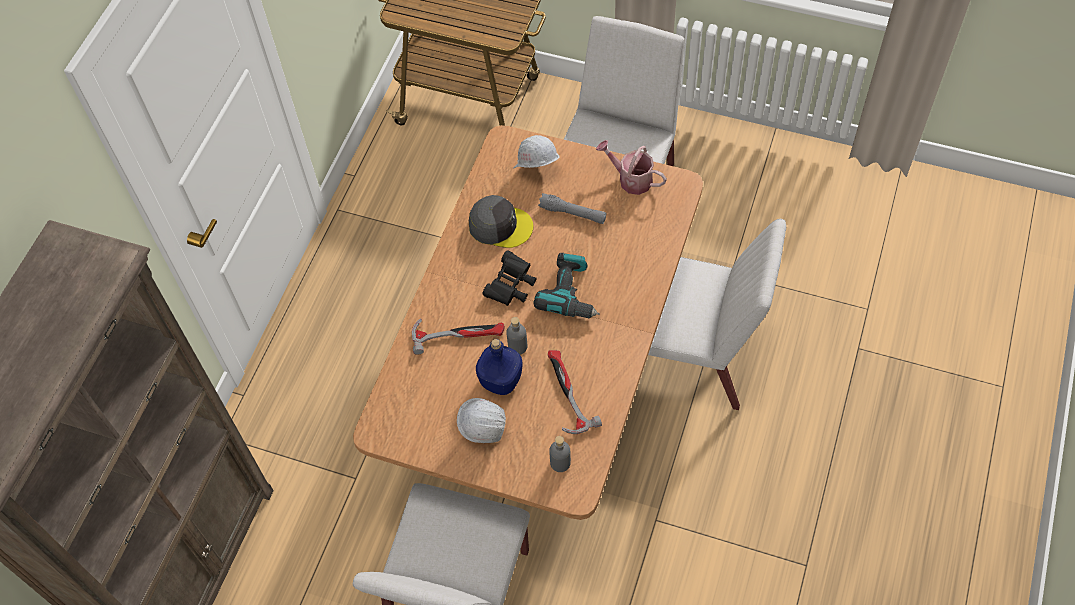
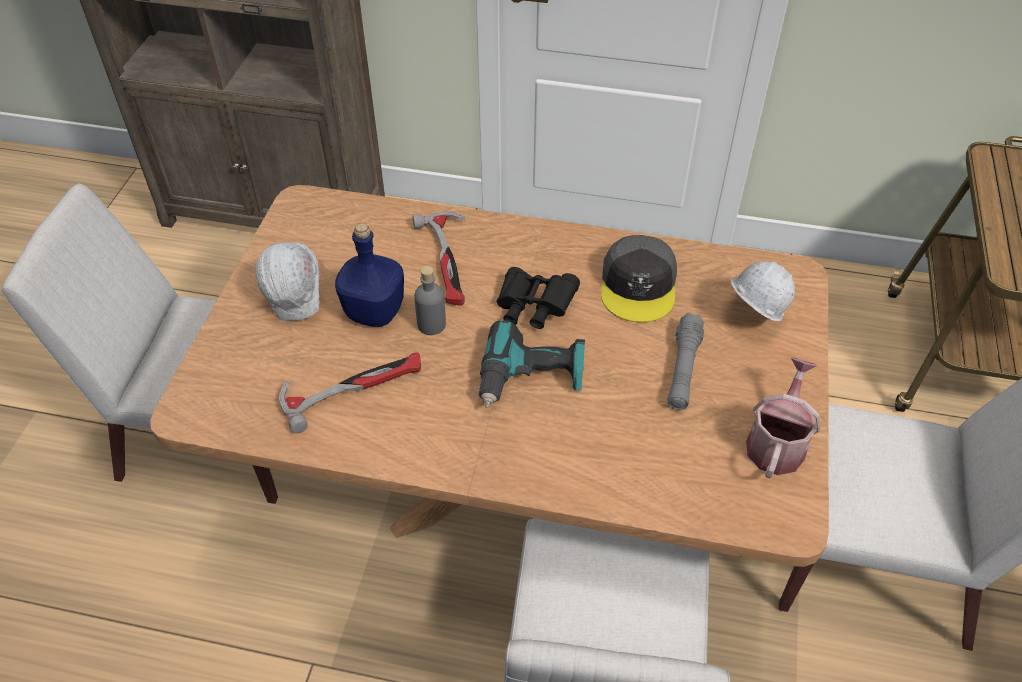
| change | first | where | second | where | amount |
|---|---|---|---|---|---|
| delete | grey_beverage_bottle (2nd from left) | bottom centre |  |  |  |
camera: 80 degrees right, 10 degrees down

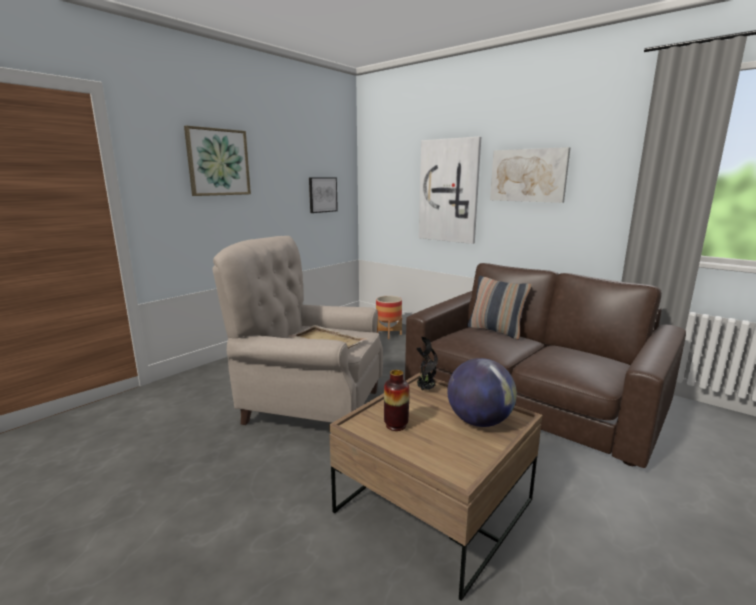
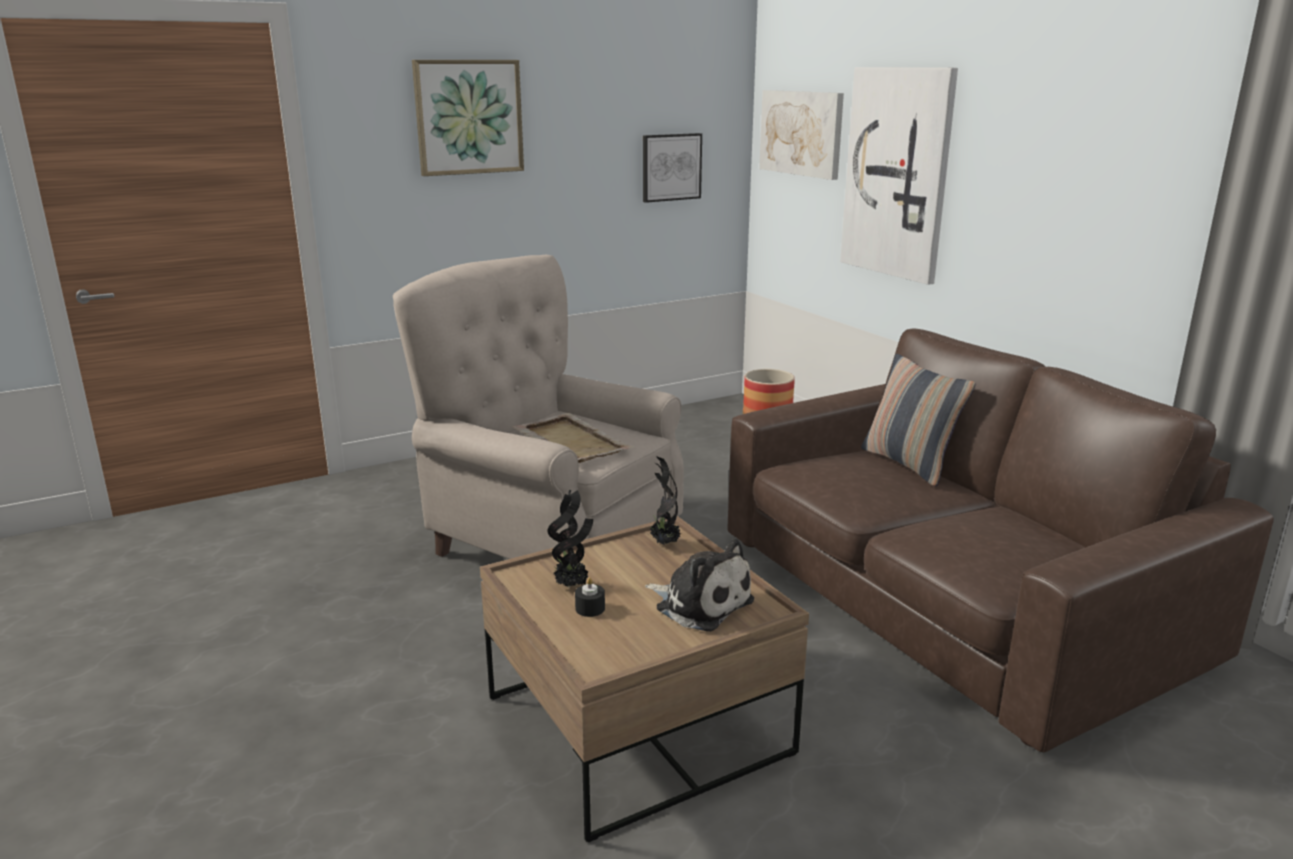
| change | first | where | second | where | amount |
|---|---|---|---|---|---|
| insert |  |  | black_wax_light | bottom centre |  |
| move | picture (4th from left in the first image) | top right | picture (3rd from left) | top centre |  |
| replace | vase | centre | potted_plant (1st from left) | centre |  |
| replace | globe | centre | plush_toy | bottom centre |  |
camera: 20 degrees right, 5 degrees up

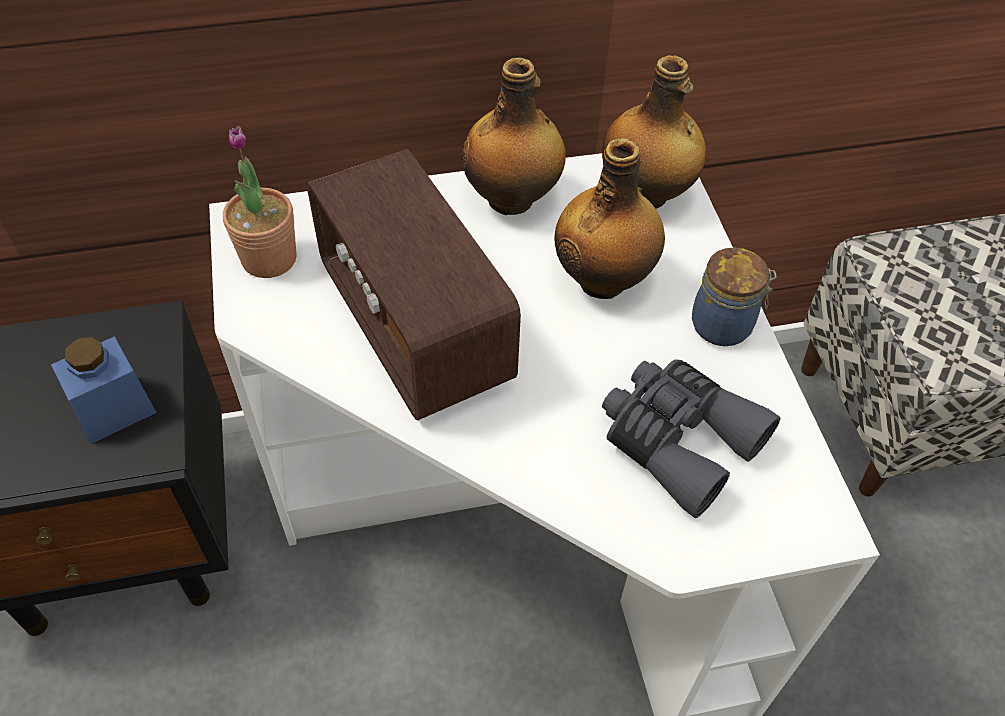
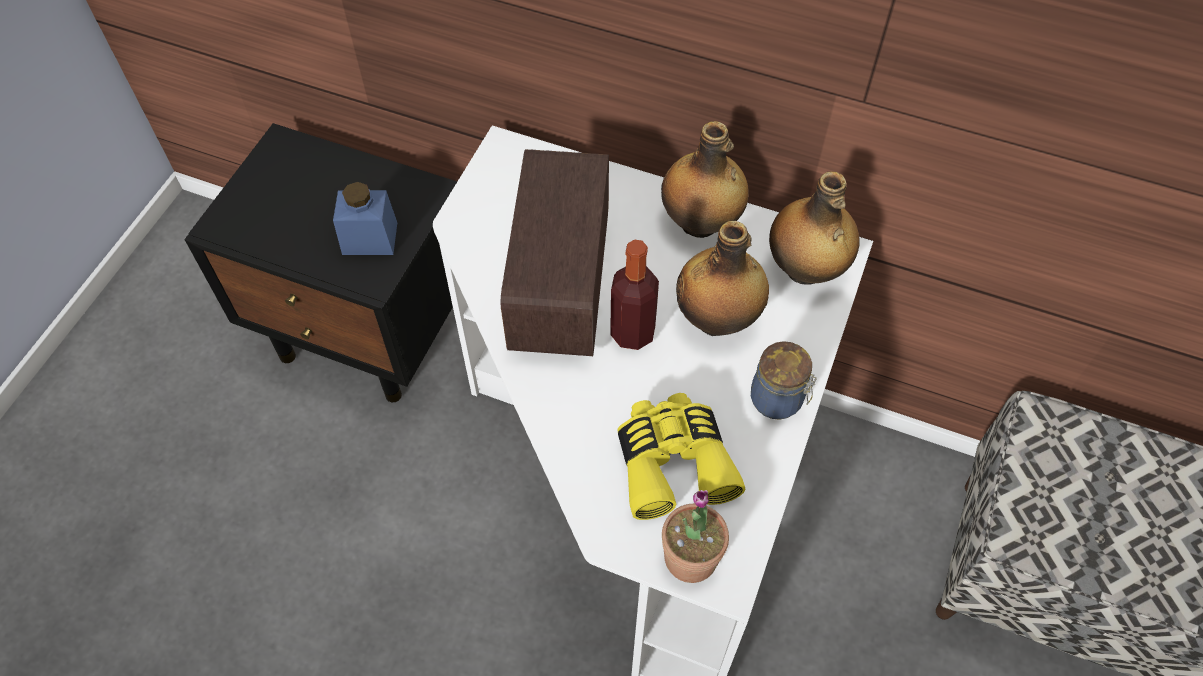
| change | first | where | second | where | amount |
|---|---|---|---|---|---|
| insert |  |  | beverage_bottle (1st from left) | centre |  |
| move | potted_plant | top left |  | bottom centre |  |
| recolor | grey_field_glasses | middle right | yellow_field_glasses | bottom centre |  |
camera: 35 degrees right, 5 degrees up

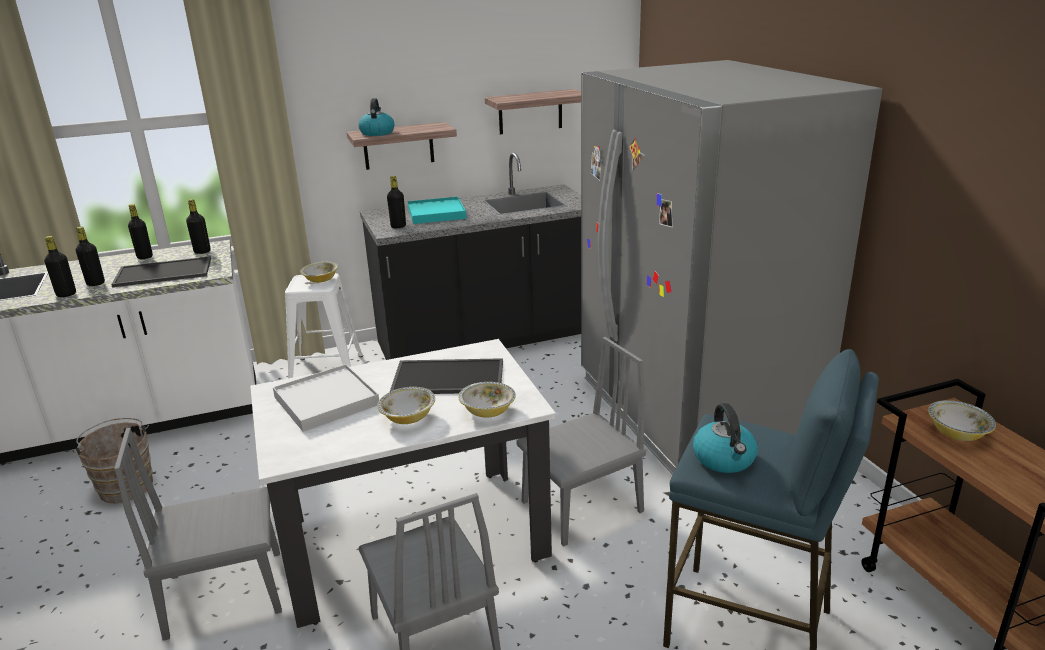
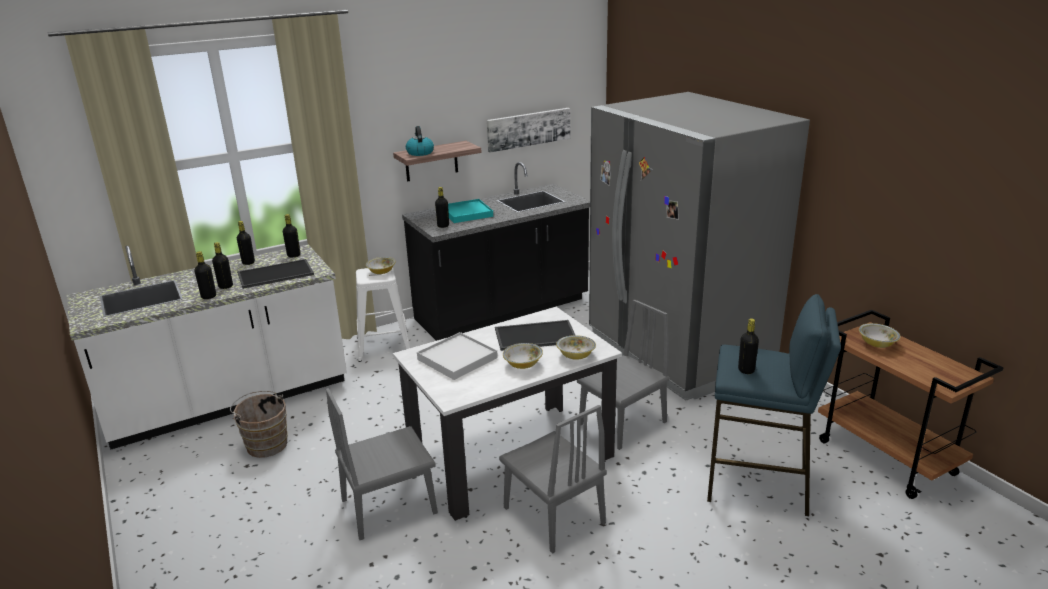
| change | first | where | second | where | amount |
|---|---|---|---|---|---|
| replace | bracket_shelf (2nd from left) | top centre | picture | top centre |  |
| replace | kettle (2nd from left) | bottom right | black_beverage_bottle (6th from left) | middle right |  |
camera: 10 degrees left, 0 degrees up

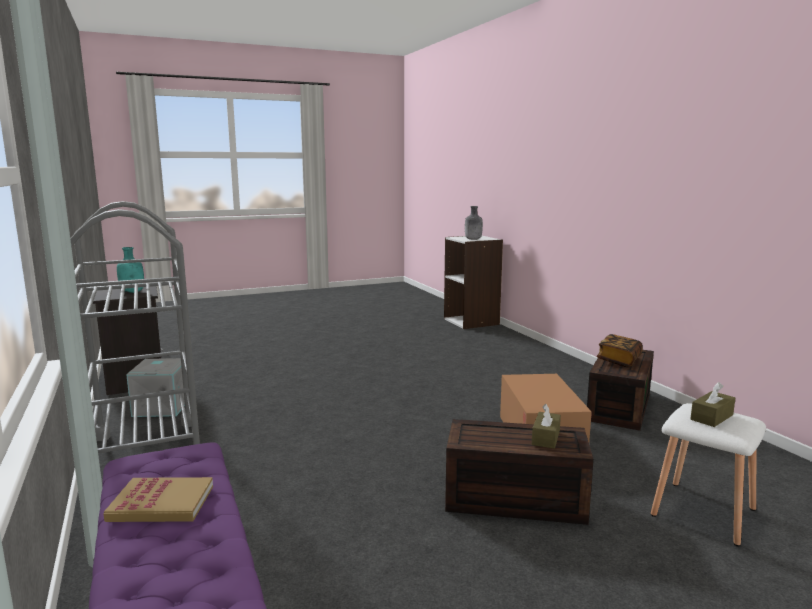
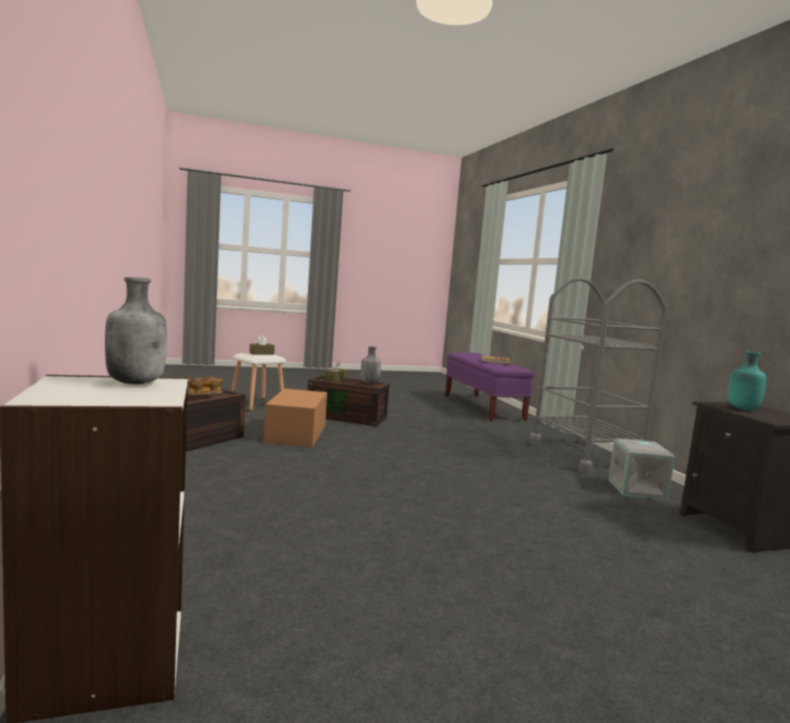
| change | first | where | second | where | amount |
|---|---|---|---|---|---|
| insert |  |  | grey_beverage_bottle (2nd from left) | centre |  |
camera: 175 degrees left, 5 degrees down

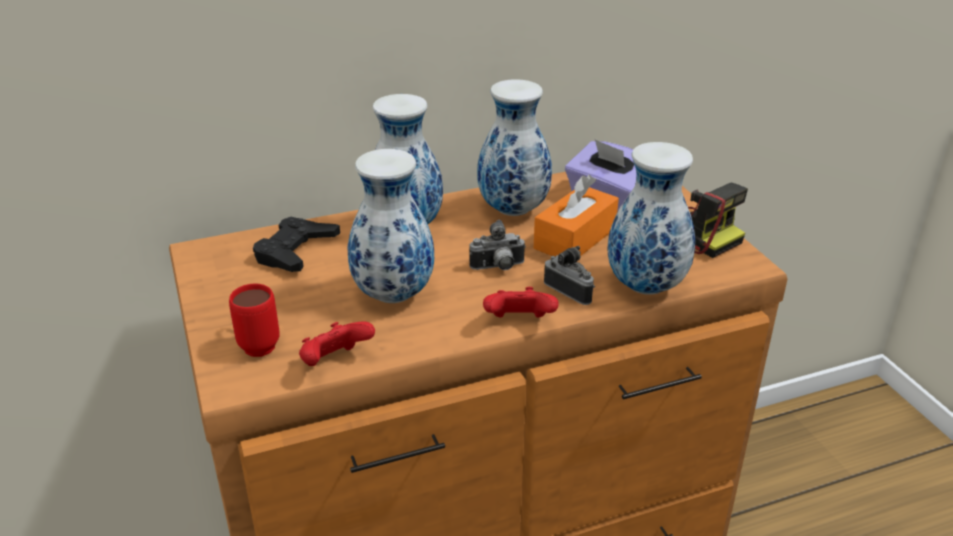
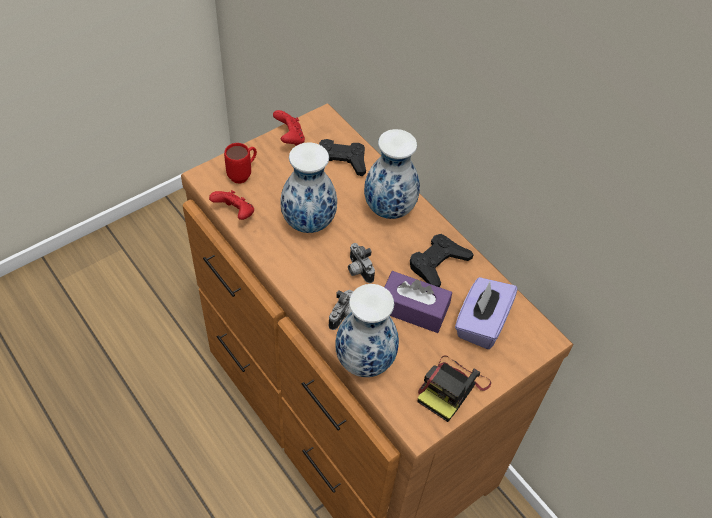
| change | first | where | second | where | amount |
|---|---|---|---|---|---|
| move | reddish_joypad (2nd from left) | centre |  | top centre |  |
| replace | vase (3rd from left) | top centre | black_joypad (2nd from left) | centre |  |
| recolor | orangey_tissue_box | centre | purple-coloured_tissue_box (1st from left) | centre |  |
camera: 70 degrees right, 20 degrees up

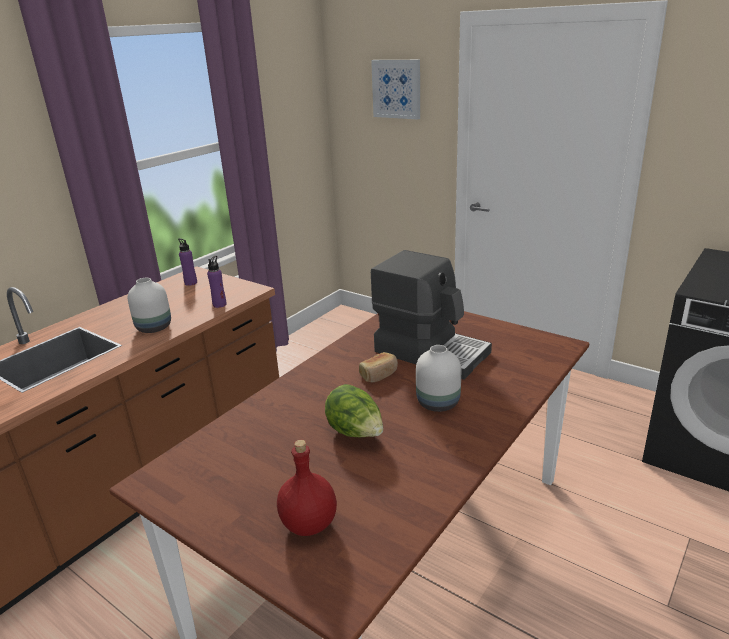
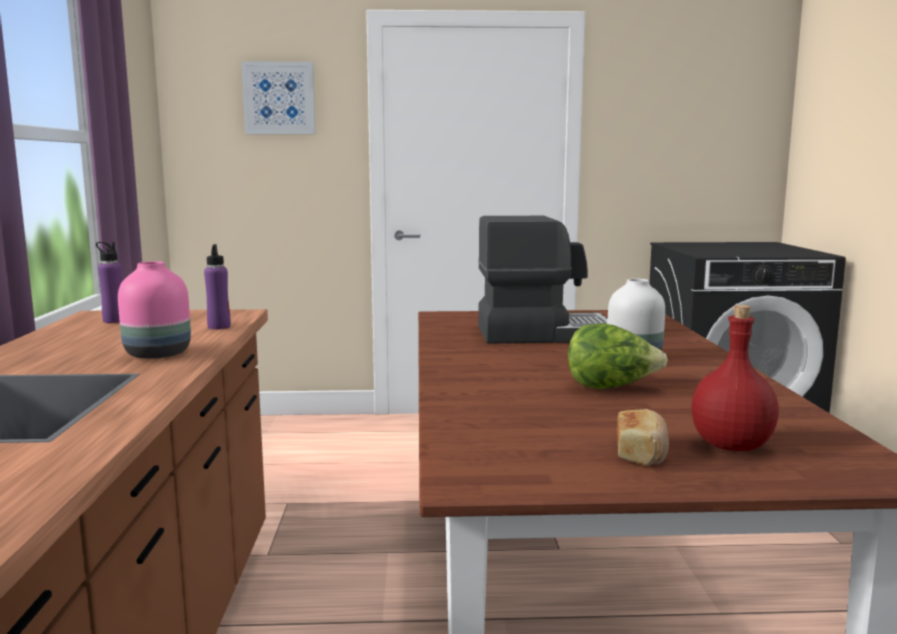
| change | first | where | second | where | amount |
|---|---|---|---|---|---|
| move | bread | centre |  | bottom right |  |
| recolor | white-coloured_vase (1st from left) | middle left | pinkish_vase | middle left |  |
camera: 40 degrees left, 15 degrees down

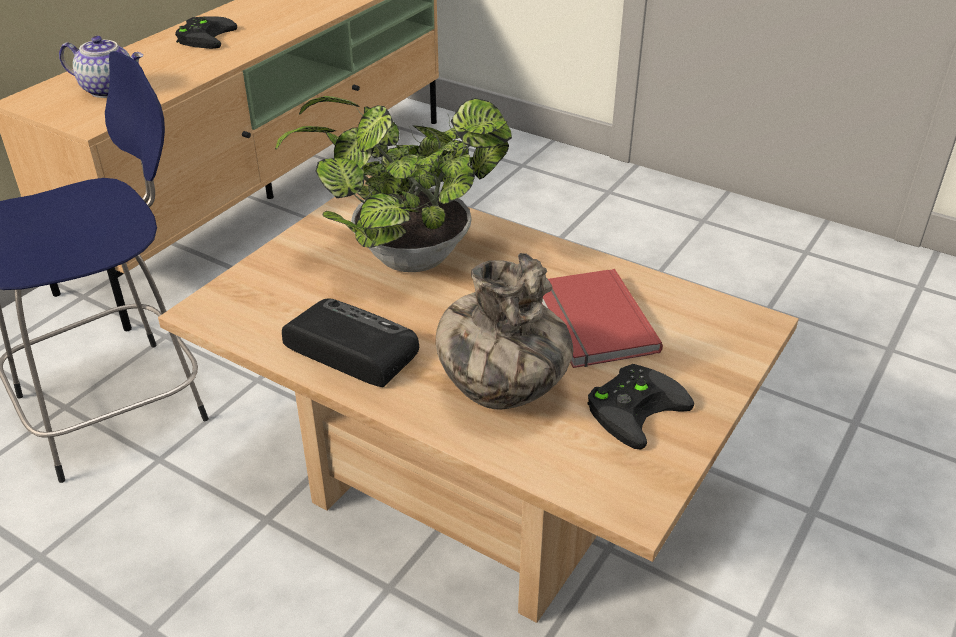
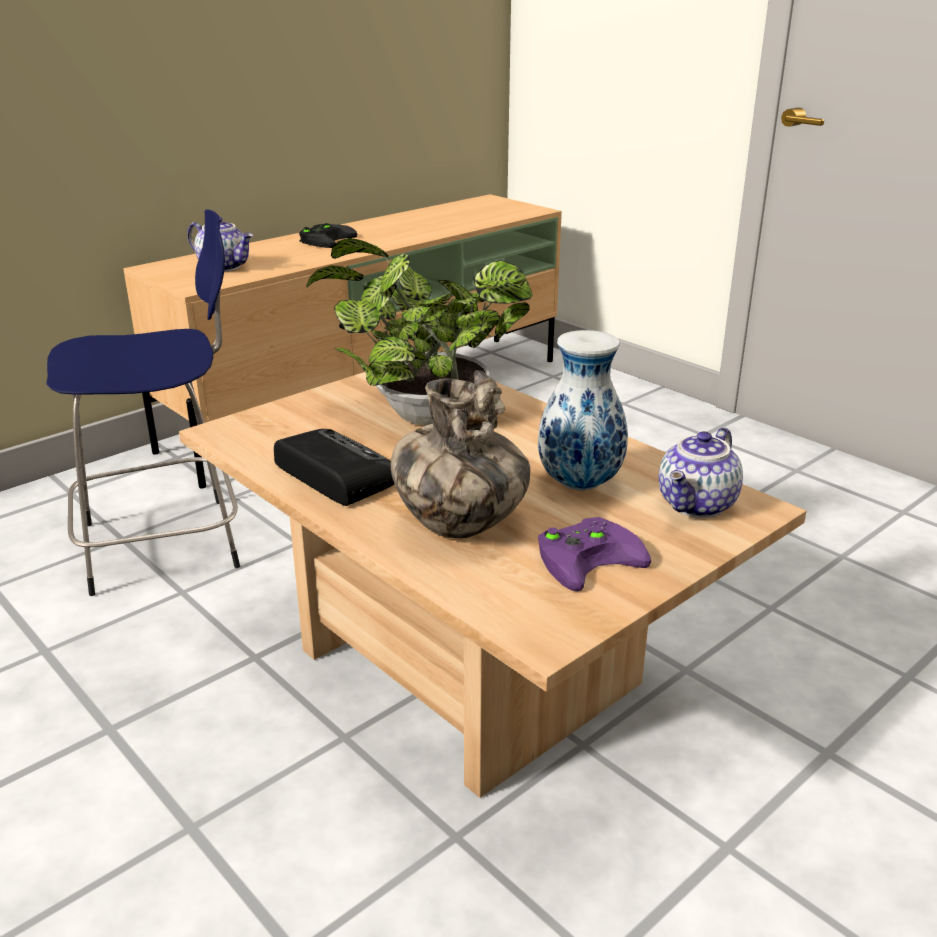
| change | first | where | second | where | amount |
|---|---|---|---|---|---|
| insert |  |  | pot_for_tea (2nd from left) | middle right |  |
| replace | reddish_book | centre | vase (2nd from left) | centre |  |
| recolor | black_joypad (2nd from left) | middle right | purple-coloured_joypad | centre |  |
camera: 15 degrees right, 10 degrees down

